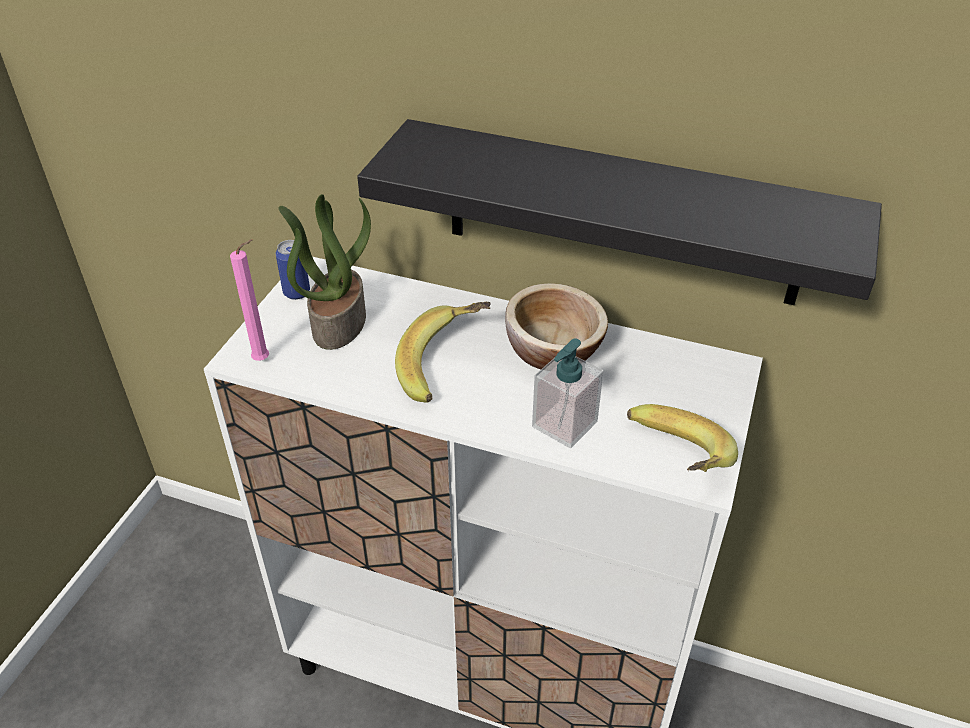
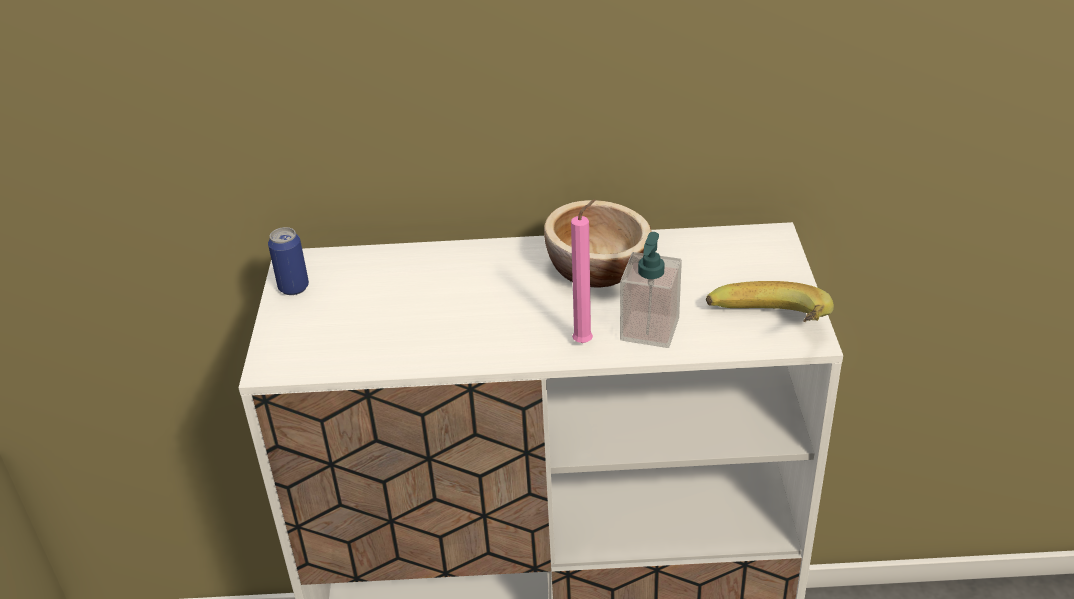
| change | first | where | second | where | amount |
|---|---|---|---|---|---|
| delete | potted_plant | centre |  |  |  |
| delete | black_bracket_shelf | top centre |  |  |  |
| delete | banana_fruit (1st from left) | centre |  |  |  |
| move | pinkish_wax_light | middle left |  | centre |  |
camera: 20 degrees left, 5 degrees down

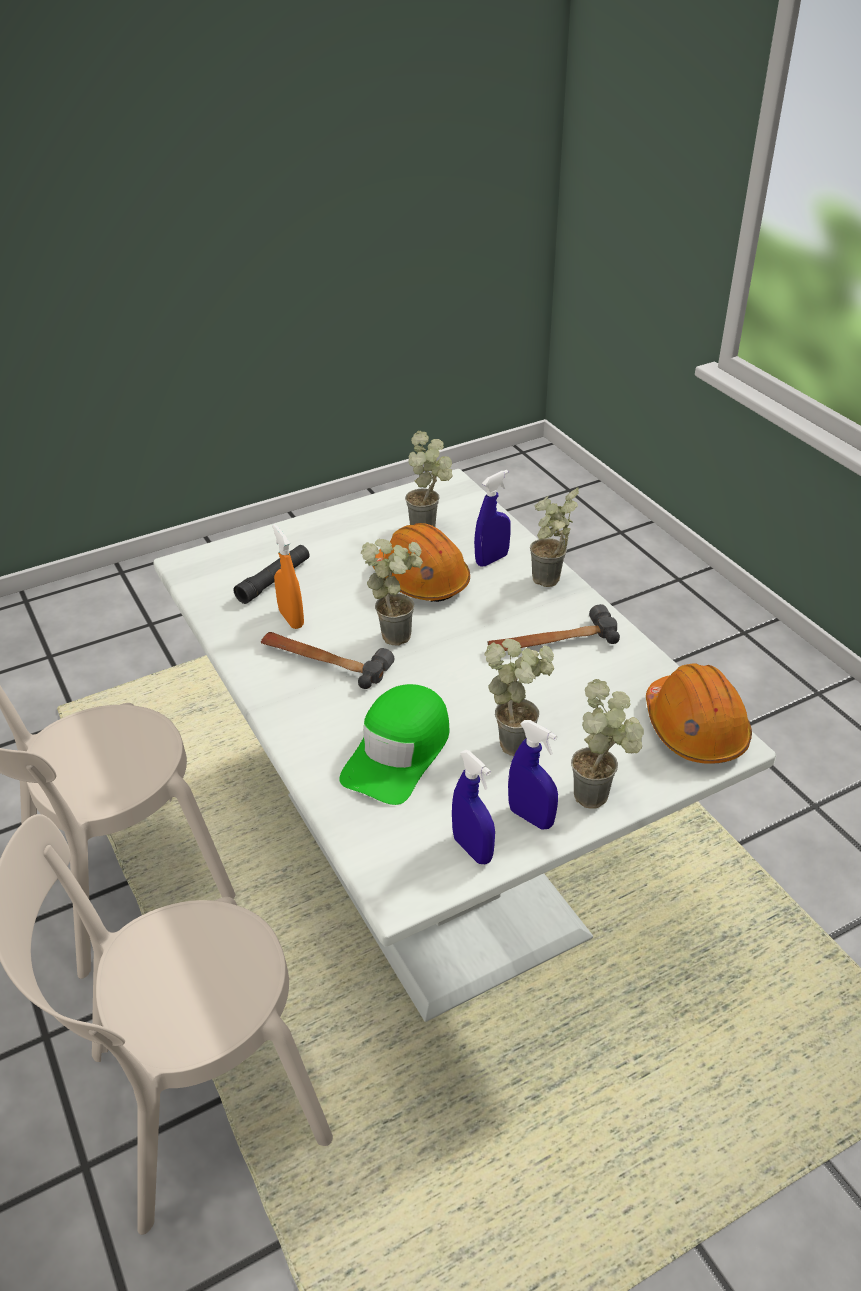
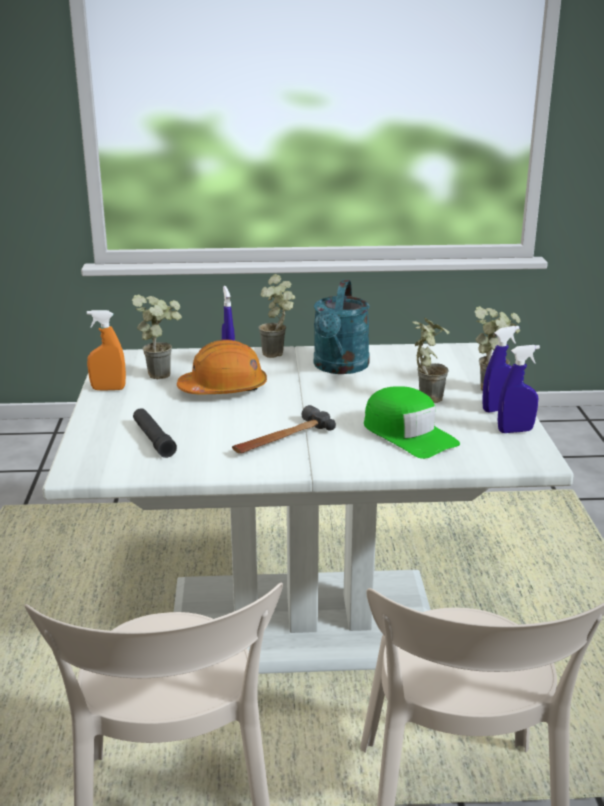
| change | first | where | second | where | amount |
|---|---|---|---|---|---|
| delete | potted_plant (1st from left) | centre |  |  |  |
| delete | orangey_safety_helmet (2nd from left) | middle right |  |  |  |
| move | orangey_sprayer | centre |  | middle left |  |
| replace | tool_hammer (2nd from left) | centre | turquoise-coloured_watering_can | centre |  |
camera: 65 degrees left, 15 degrees down

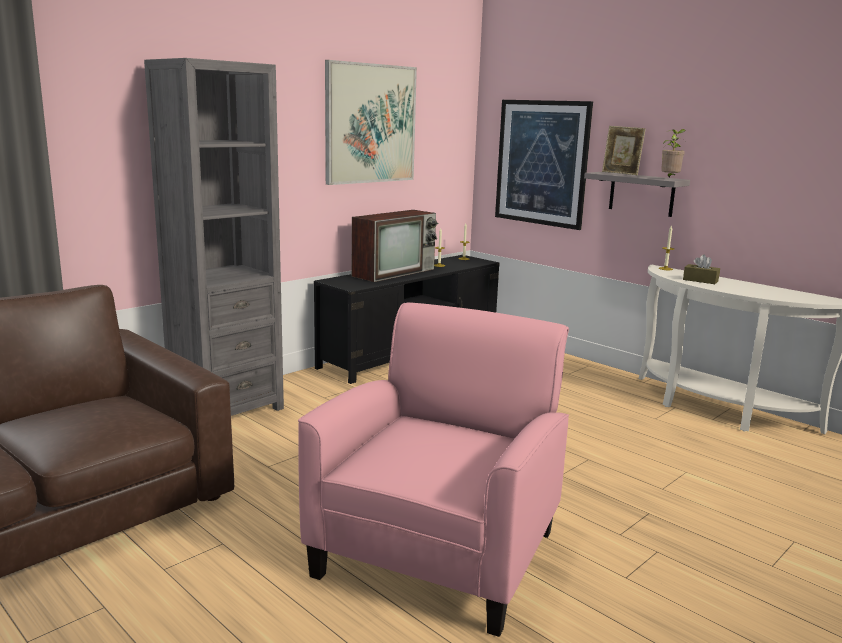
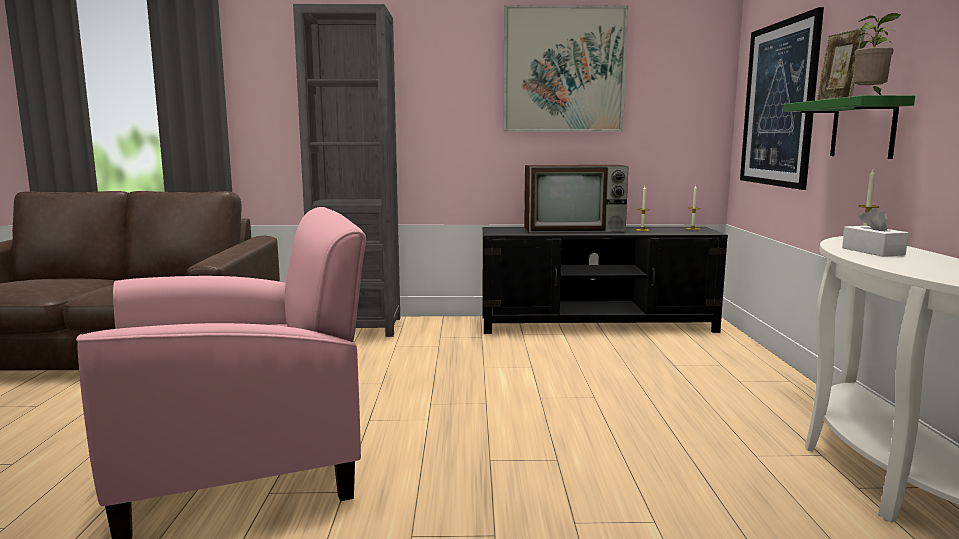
| change | first | where | second | where | amount |
|---|---|---|---|---|---|
| recolor | grey_bracket_shelf | top right | greenish_bracket_shelf | top right |  |
| recolor | brown_tissue_box | middle right | white-coloured_tissue_box | middle right |  |
camera: 45 degrees right, 5 degrees down

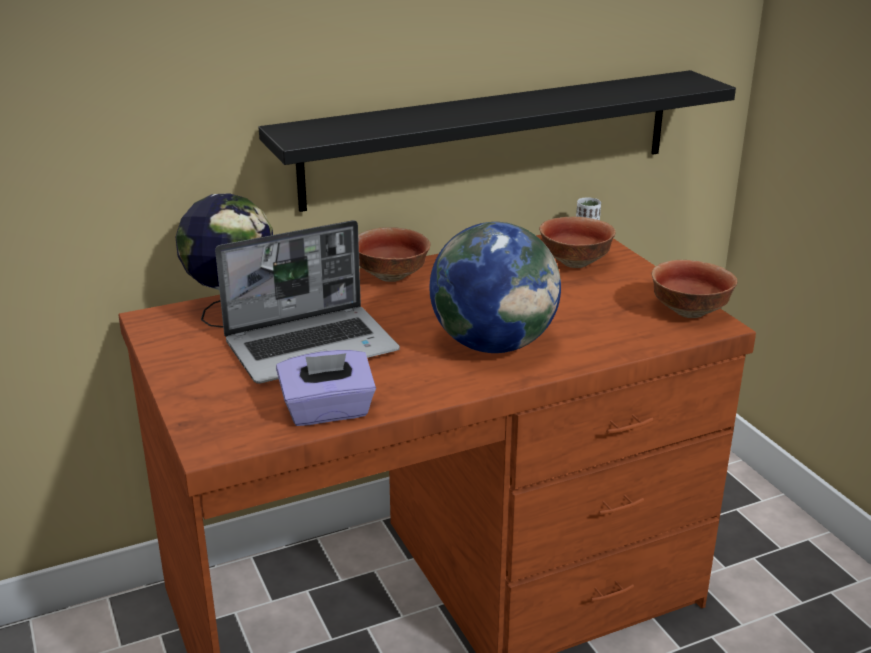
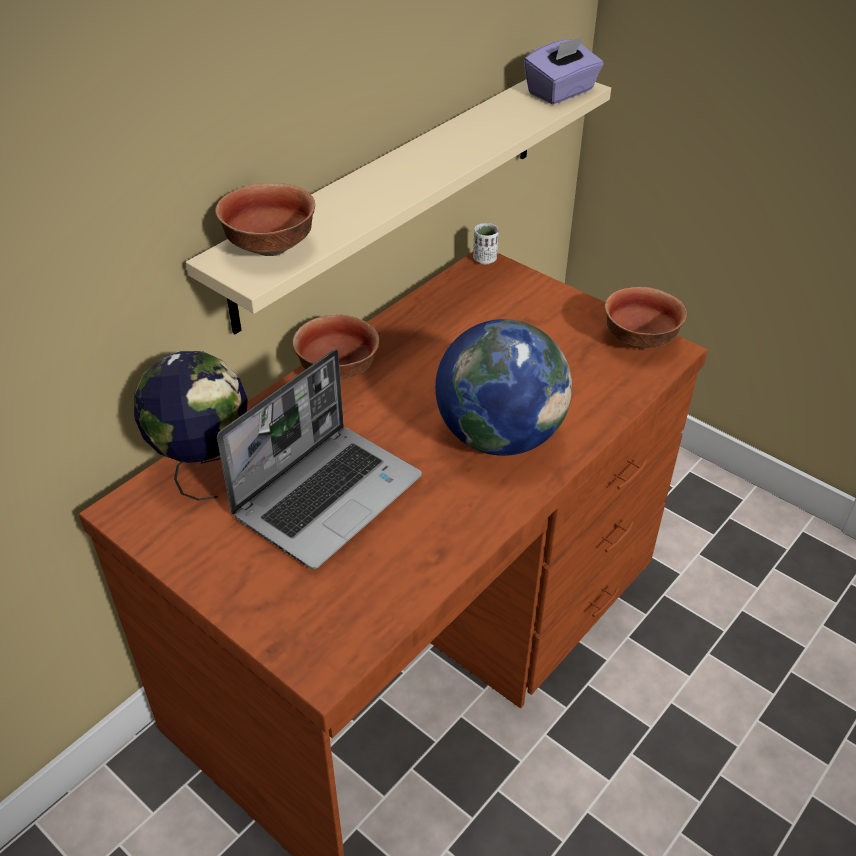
| change | first | where | second | where | amount |
|---|---|---|---|---|---|
| move | purple-coloured_tissue_box | centre |  | top centre |  |
| move | serving_bowl (2nd from left in the first image) | centre | serving_bowl (1st from left) | top left |  |
| recolor | black_bracket_shelf | top centre | beige-coloured_bracket_shelf | top centre |  |
camera: 25 degrees left, 15 degrees up

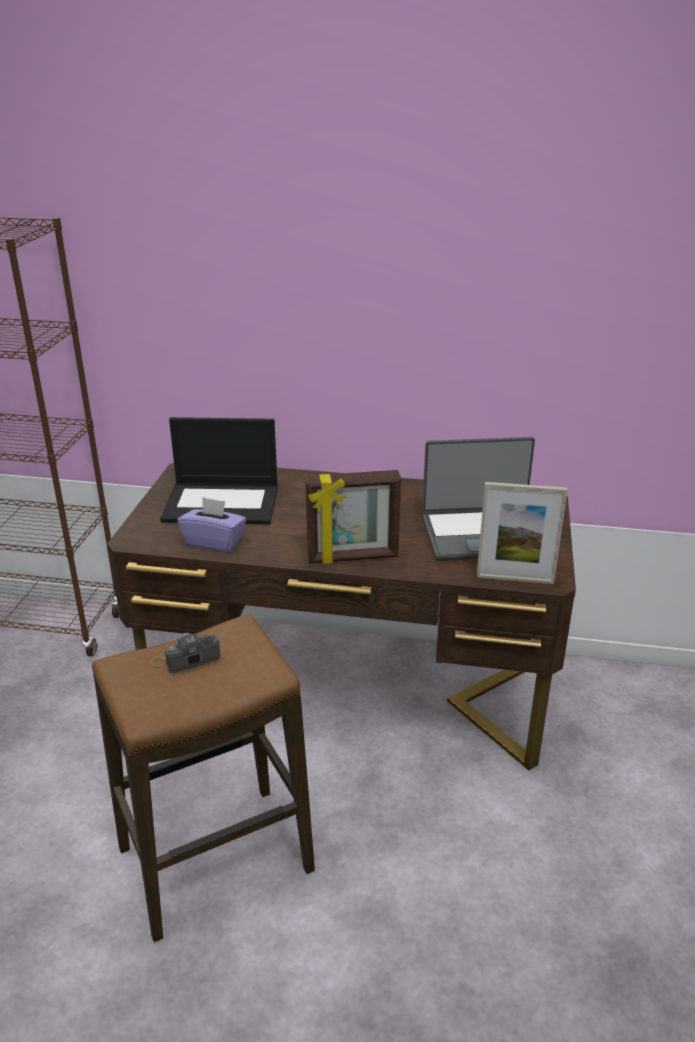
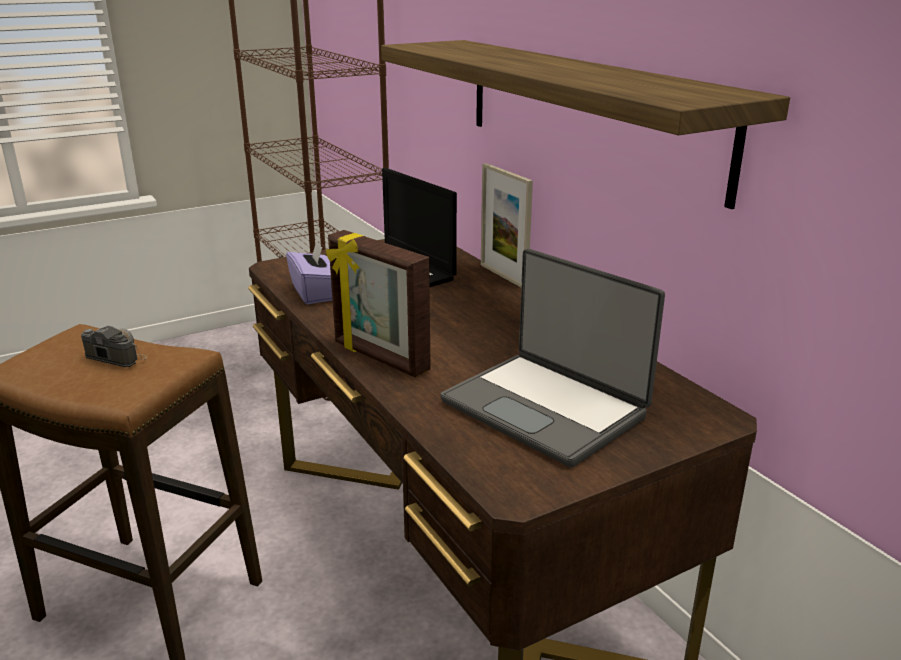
| change | first | where | second | where | amount |
|---|---|---|---|---|---|
| insert |  |  | bracket_shelf | top centre |  |
| move | standing_frame (2nd from left) | middle right |  | centre |  |
camera: 50 degrees right, 5 degrees down

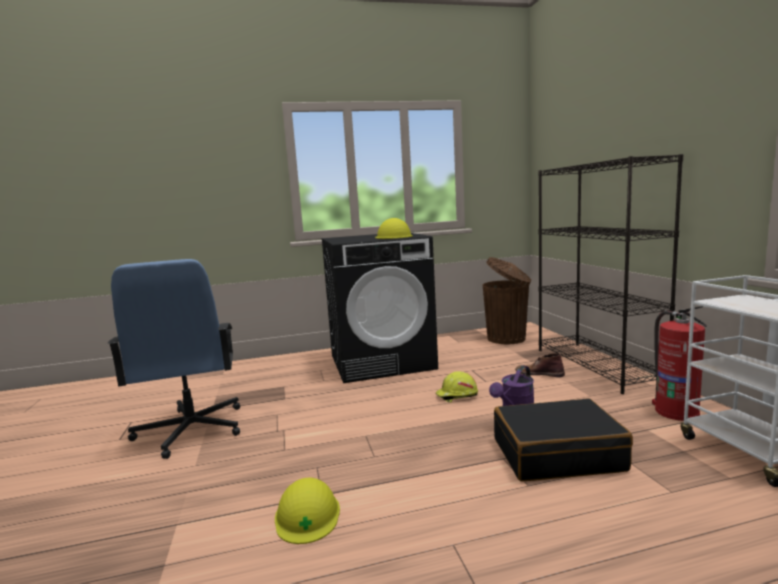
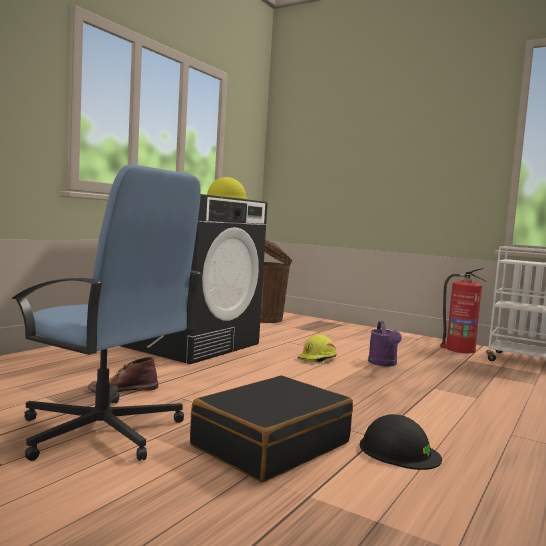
| change | first | where | second | where | amount |
|---|---|---|---|---|---|
| delete | black_bookshelf | middle right |  |  |  |
| move | black_travel_case | bottom right |  | bottom centre |  |
| move | brown_high-top_boot | middle right |  | bottom left |  |
| recolor | yellow_safety_helmet (1st from left) | bottom centre | black_safety_helmet | bottom right |  |
camera: 45 degrees left, 5 degrees down

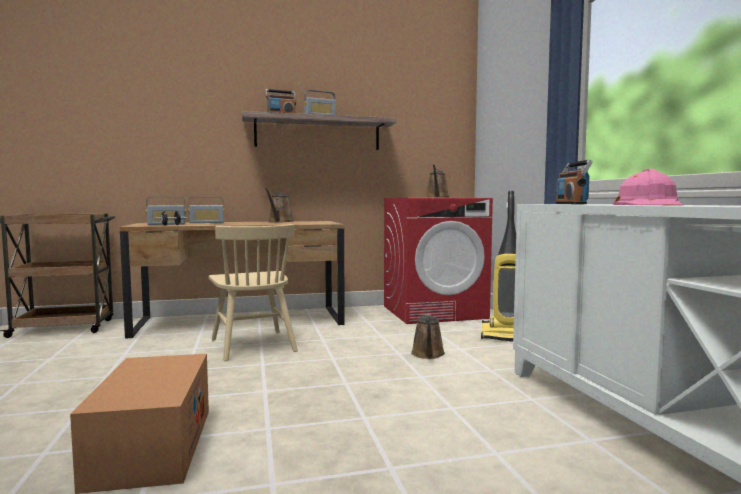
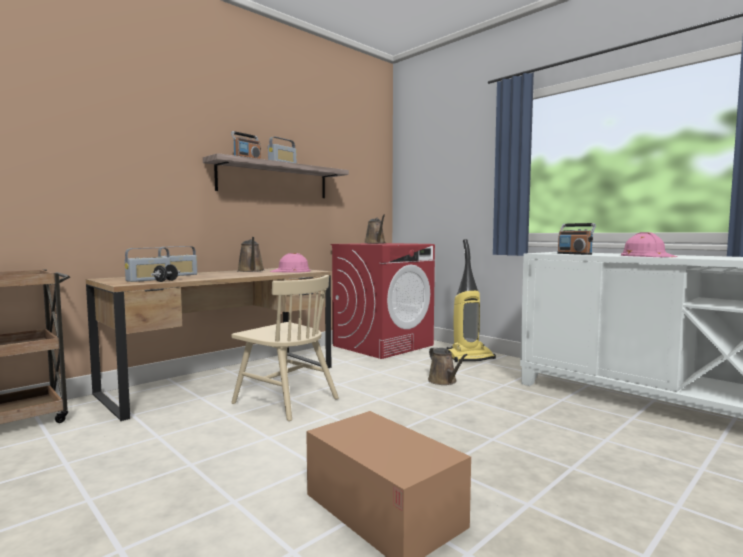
| change | first | where | second | where | amount |
|---|---|---|---|---|---|
| insert |  |  | pinkish_safety_helmet (1st from left) | centre |  |
camera: 30 degrees left, 0 degrees up

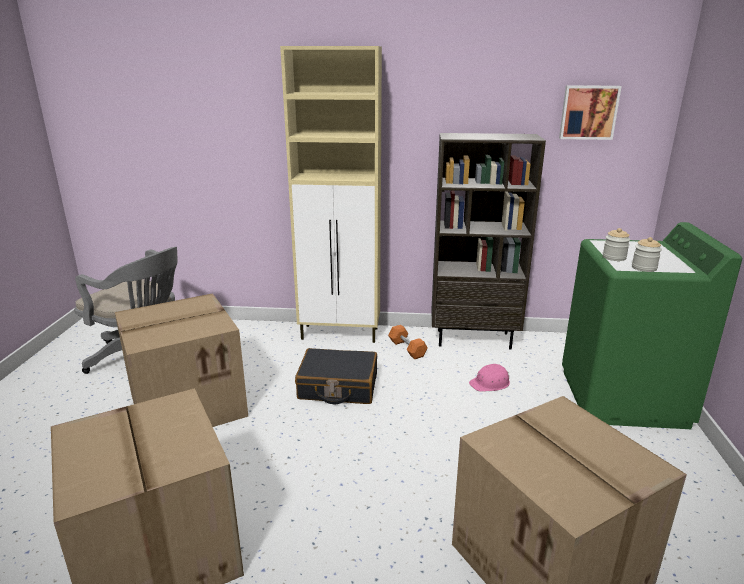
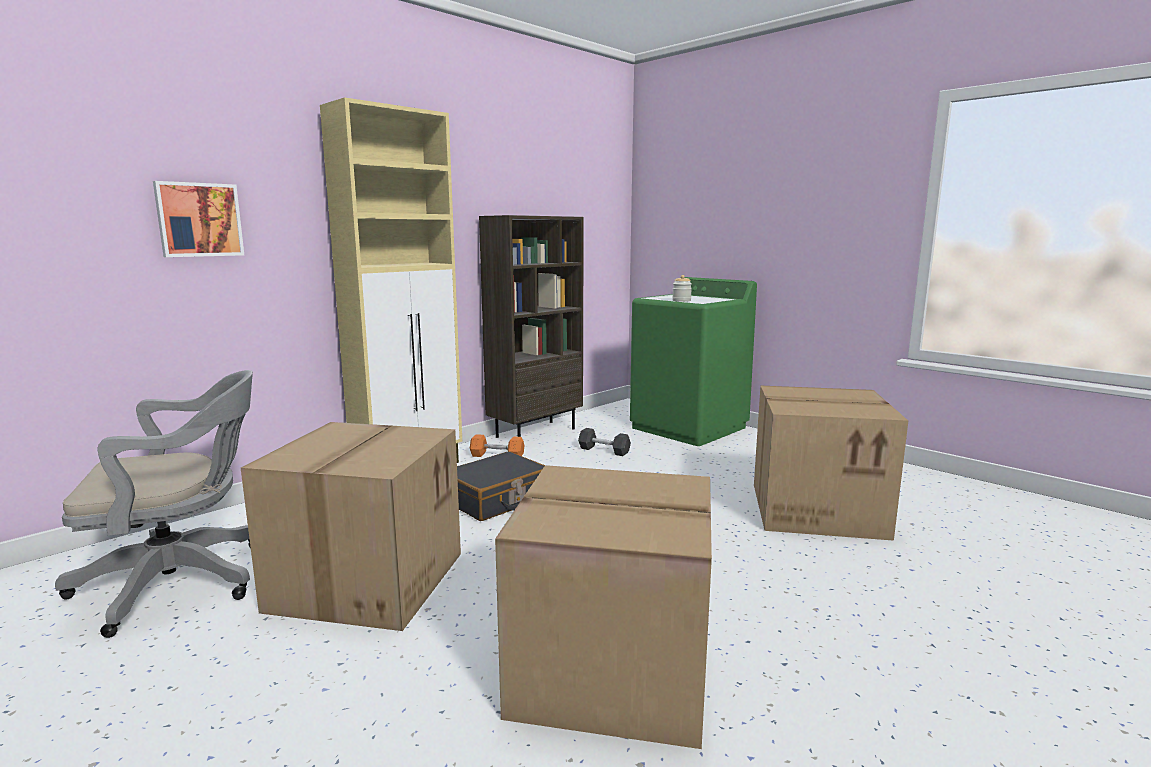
| change | first | where | second | where | amount |
|---|---|---|---|---|---|
| delete | jar (2nd from left) | middle right |  |  |  |
| move | picture | top right |  | top left |  |
| replace | pinkish_safety_helmet | centre | grey_hand_weight | centre |  |
camera: 50 degrees left, 10 degrees down

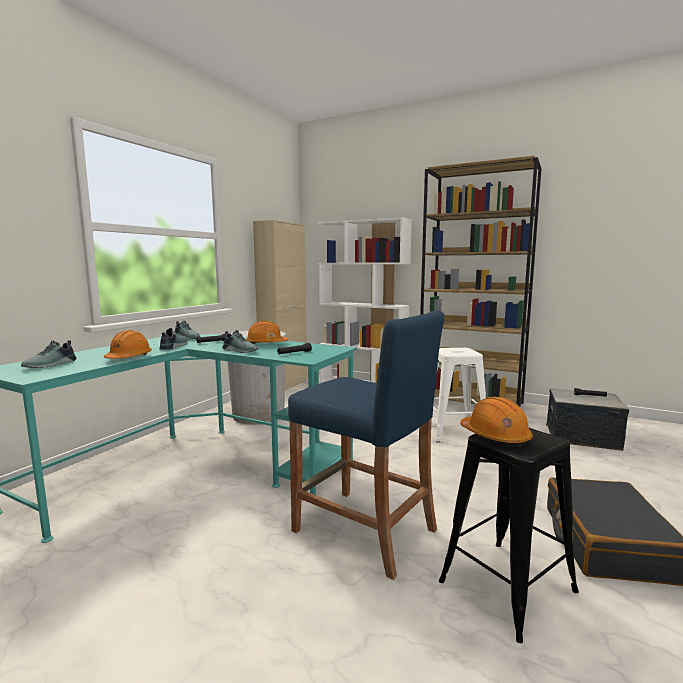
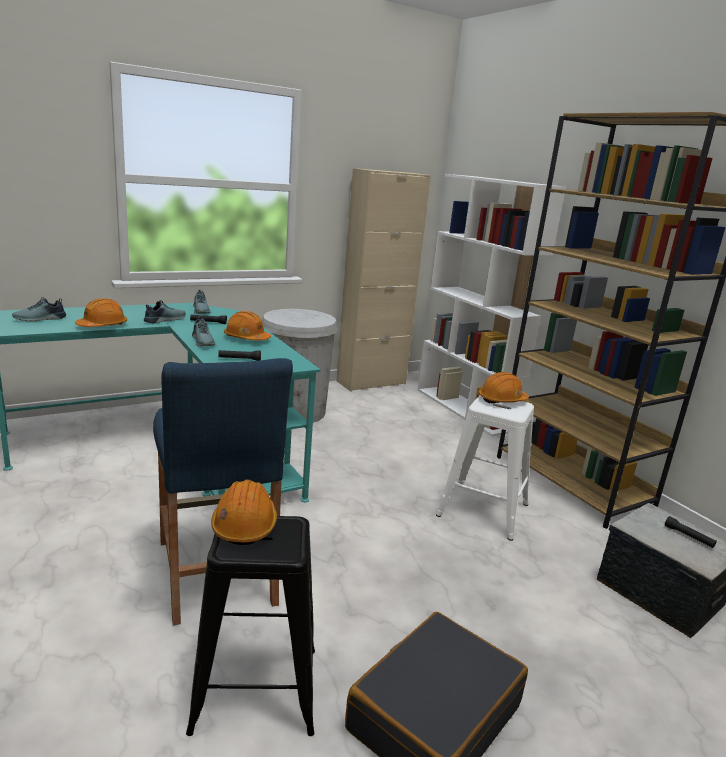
| change | first | where | second | where | amount |
|---|---|---|---|---|---|
| insert |  |  | orangey_safety_helmet (4th from left) | middle right |  |
camera: 30 degrees right, 10 degrees up

